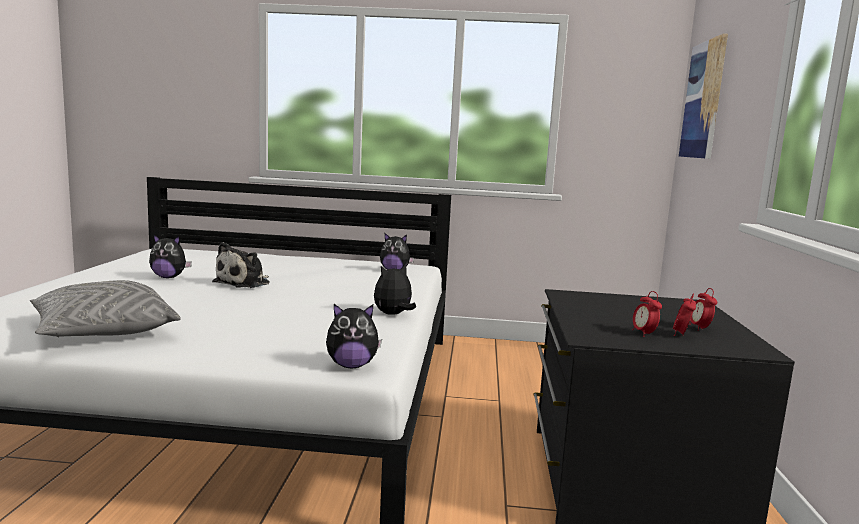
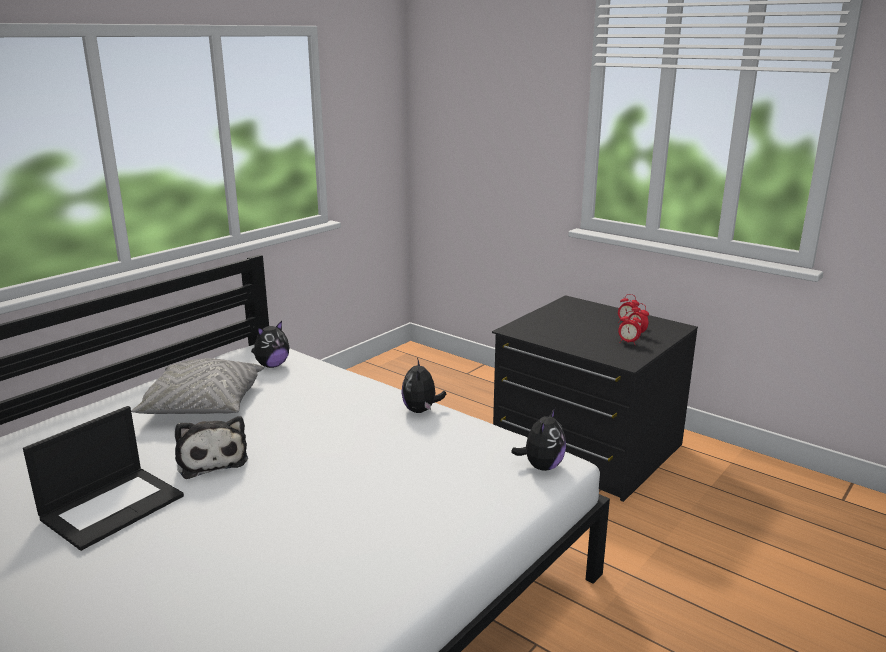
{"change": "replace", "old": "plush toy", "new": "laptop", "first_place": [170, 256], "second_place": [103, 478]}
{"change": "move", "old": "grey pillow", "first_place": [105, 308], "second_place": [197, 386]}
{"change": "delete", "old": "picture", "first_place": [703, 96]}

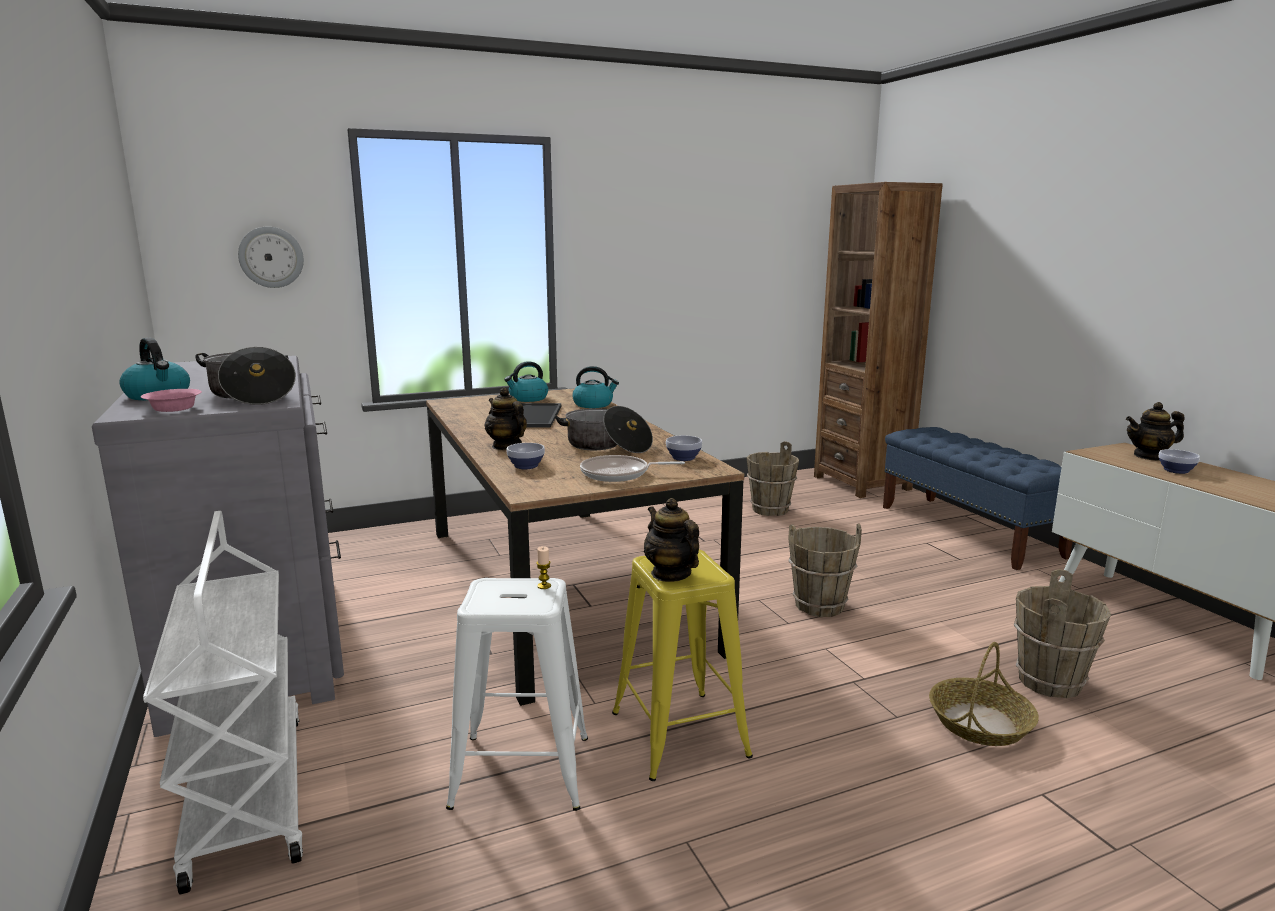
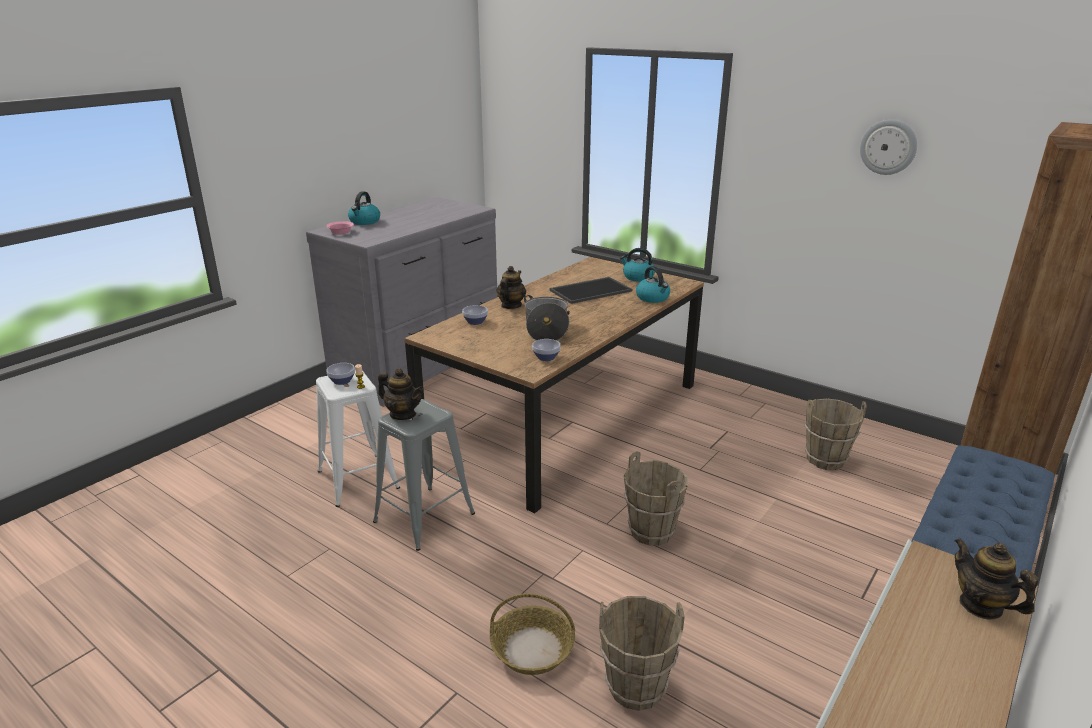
{"change": "move", "old": "bowl", "first_place": [1179, 461], "second_place": [340, 374]}
{"change": "recolor", "old": "yellow stool", "new": "grey stool", "first_place": [682, 665], "second_place": [424, 475]}
{"change": "rotate", "old": "teapot", "first_place": [671, 540], "second_place": [400, 394], "degrees": 90}
{"change": "move", "old": "wall clock", "first_place": [271, 257], "second_place": [888, 147]}
{"change": "delete", "old": "white cart", "first_place": [223, 703]}
{"change": "delete", "old": "cooking pot", "first_place": [245, 376]}
{"change": "delete", "old": "frying pan", "first_place": [632, 468]}

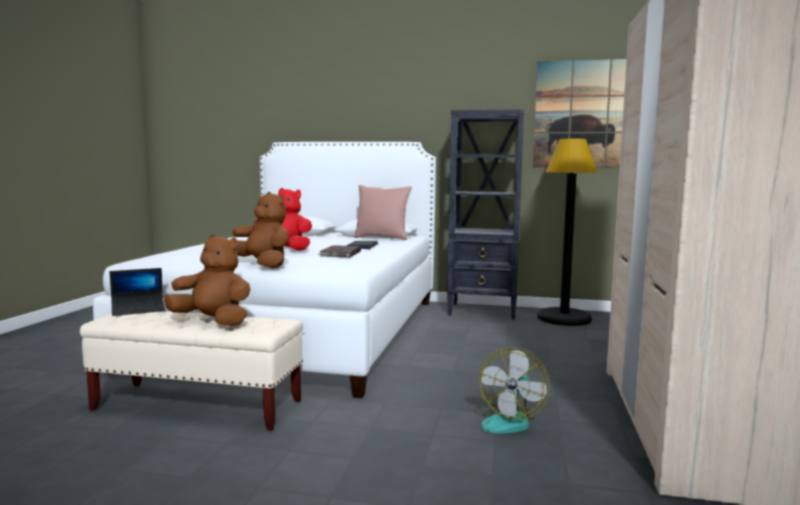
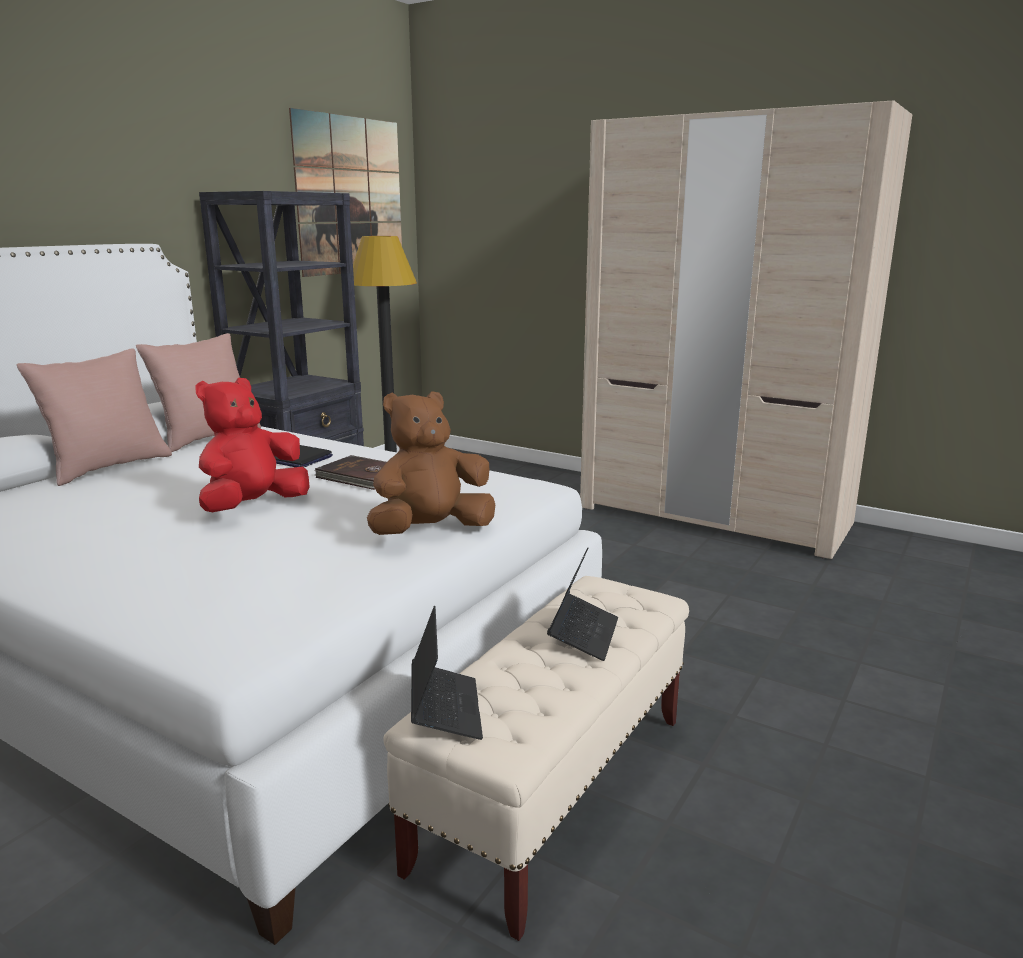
{"change": "insert", "new": "pink pillow", "second_place": [94, 417]}
{"change": "replace", "old": "brown plush toy", "new": "laptop", "first_place": [207, 280], "second_place": [582, 604]}
{"change": "delete", "old": "fan", "first_place": [512, 390]}

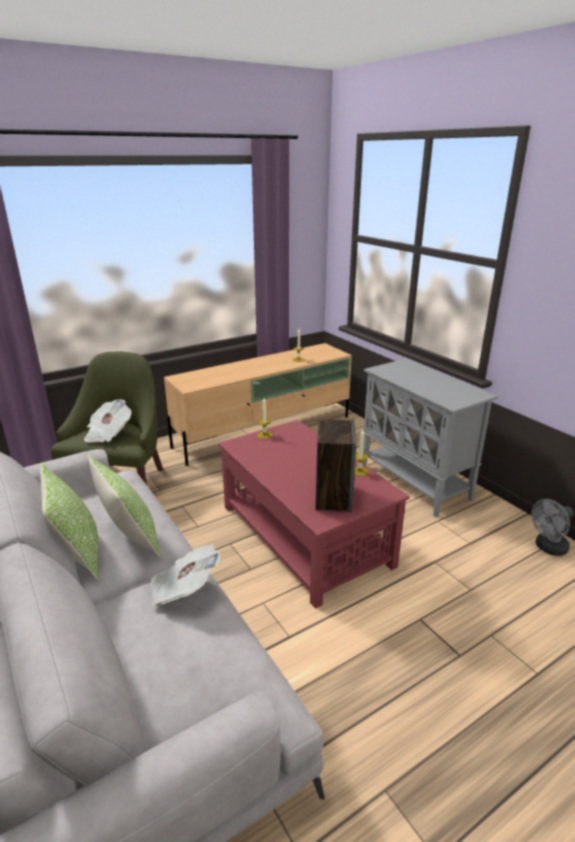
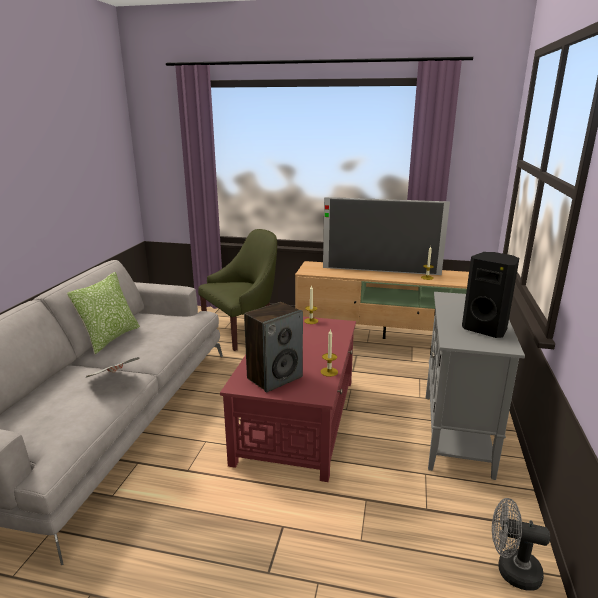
{"change": "insert", "new": "television", "second_place": [386, 236]}
{"change": "insert", "new": "black speaker", "second_place": [490, 295]}
{"change": "delete", "old": "newspaper", "first_place": [108, 421]}
{"change": "delete", "old": "pillow", "first_place": [124, 506]}

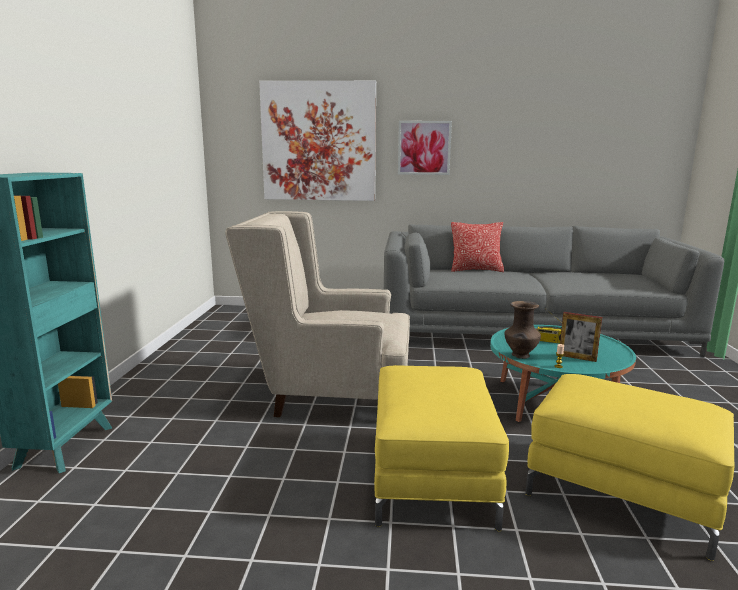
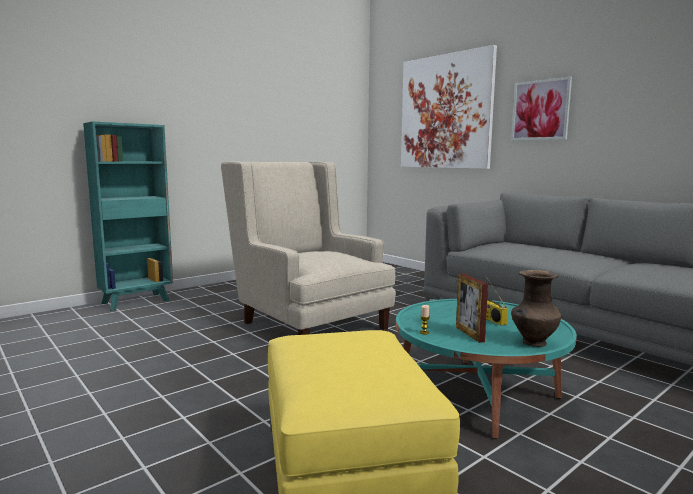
{"change": "move", "old": "brown vase", "first_place": [523, 330], "second_place": [536, 308]}
{"change": "delete", "old": "yellow ottoman", "first_place": [441, 448]}
{"change": "delete", "old": "pillow", "first_place": [477, 247]}

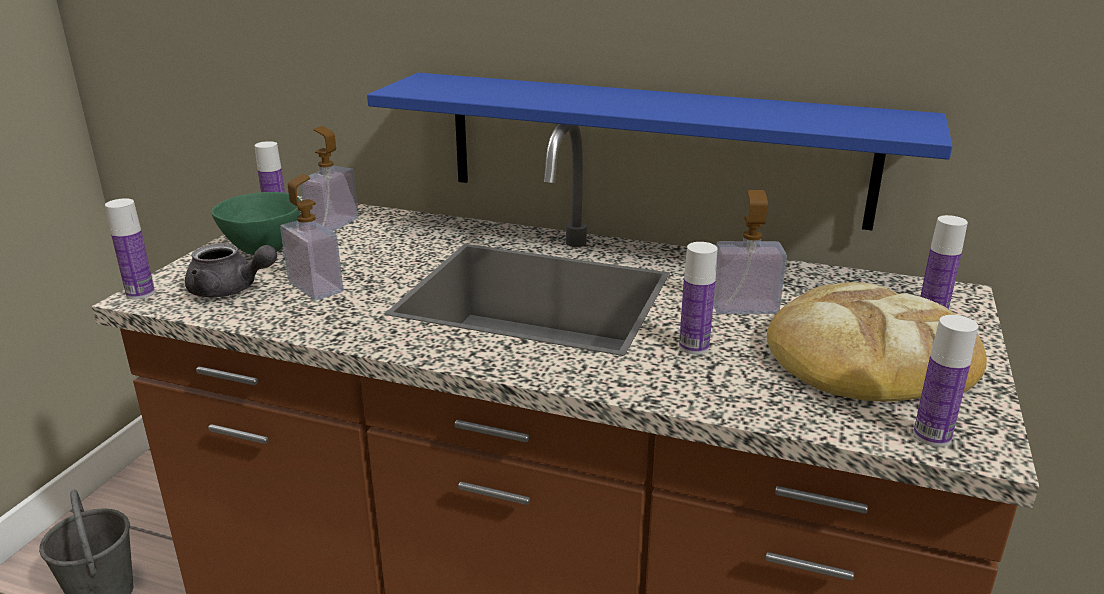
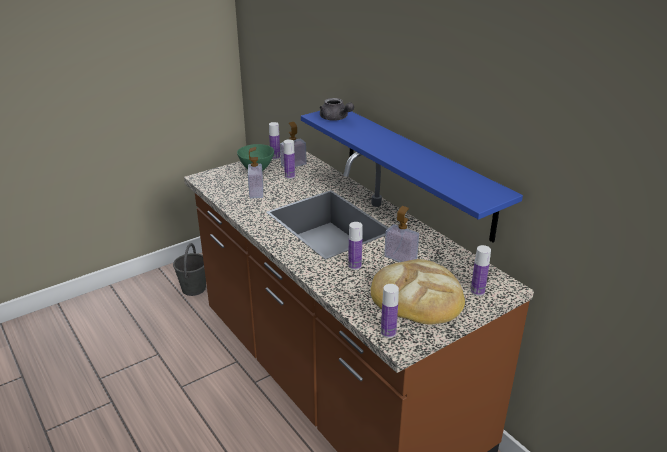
{"change": "move", "old": "bottle", "first_place": [130, 248], "second_place": [289, 159]}
{"change": "move", "old": "grey teapot", "first_place": [231, 270], "second_place": [336, 109]}

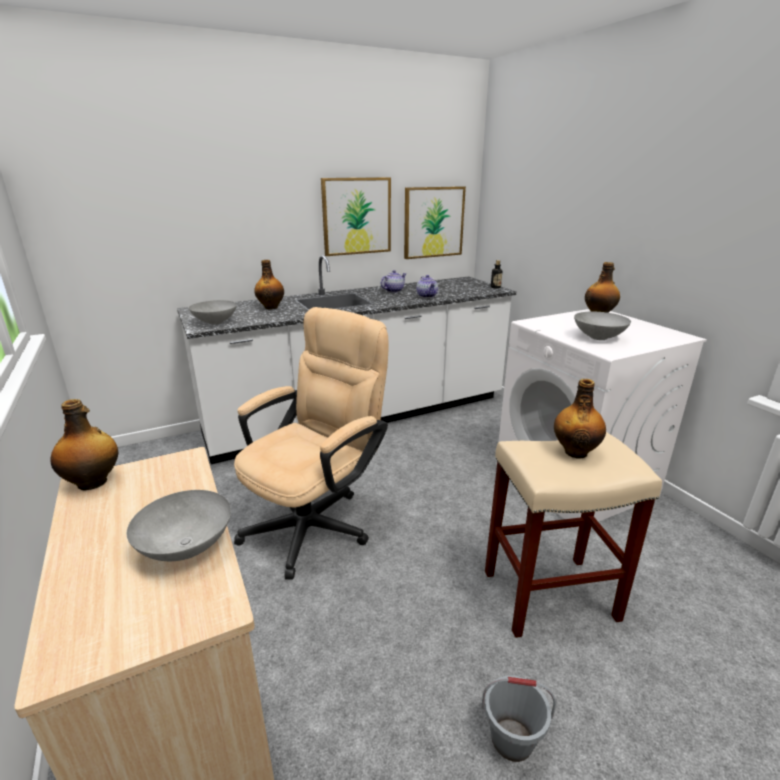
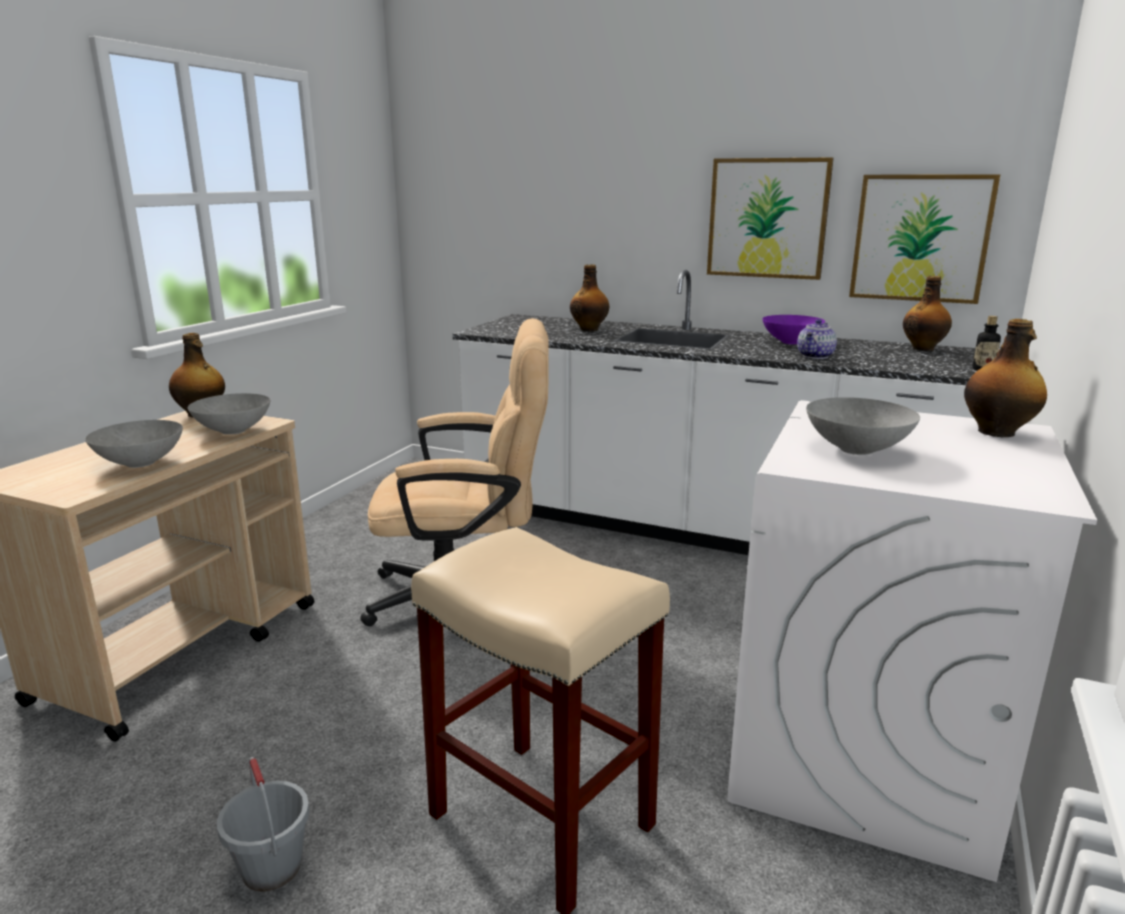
{"change": "move", "old": "grey bowl", "first_place": [213, 312], "second_place": [229, 414]}
{"change": "replace", "old": "teapot", "new": "purple bowl", "first_place": [393, 281], "second_place": [793, 329]}
{"change": "move", "old": "bottle", "first_place": [580, 419], "second_place": [927, 313]}

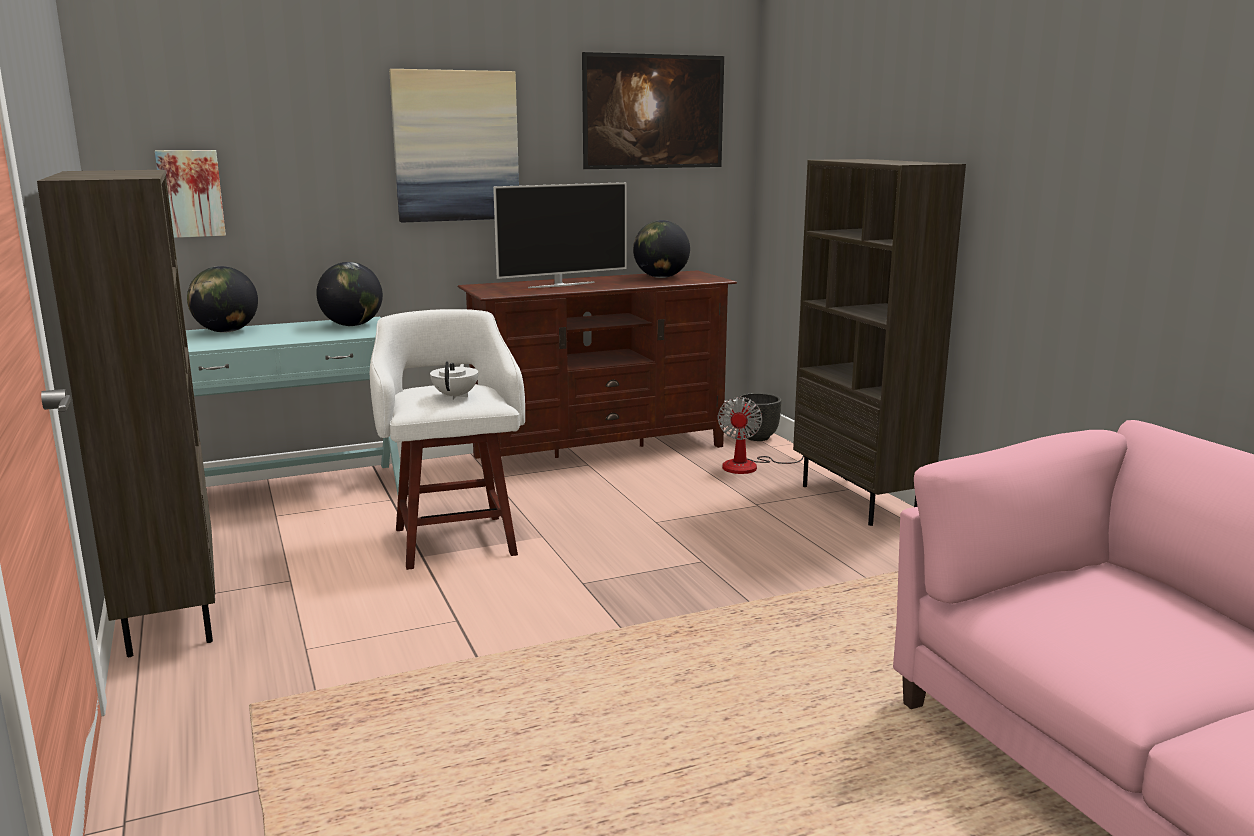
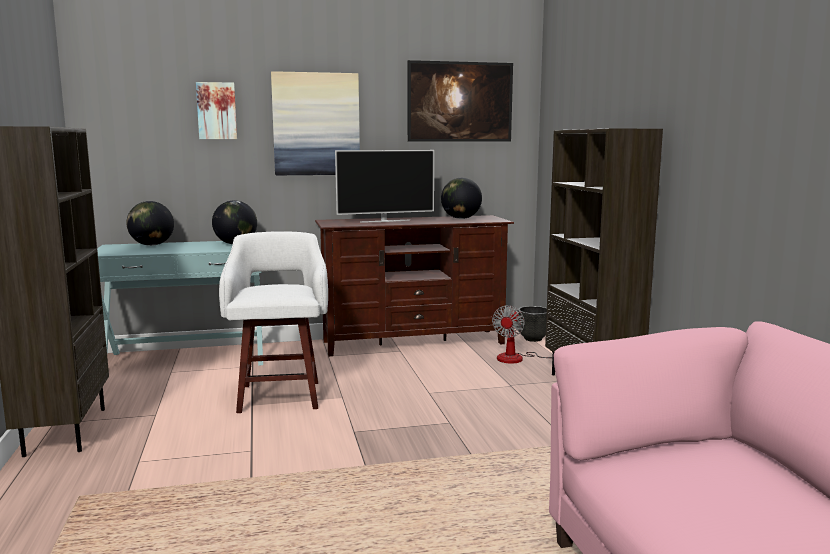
{"change": "move", "old": "picture", "first_place": [190, 194], "second_place": [216, 110]}
{"change": "delete", "old": "white teapot", "first_place": [454, 380]}

